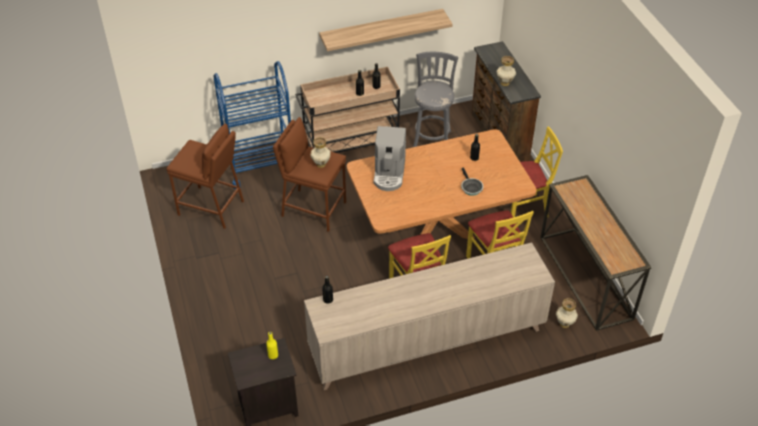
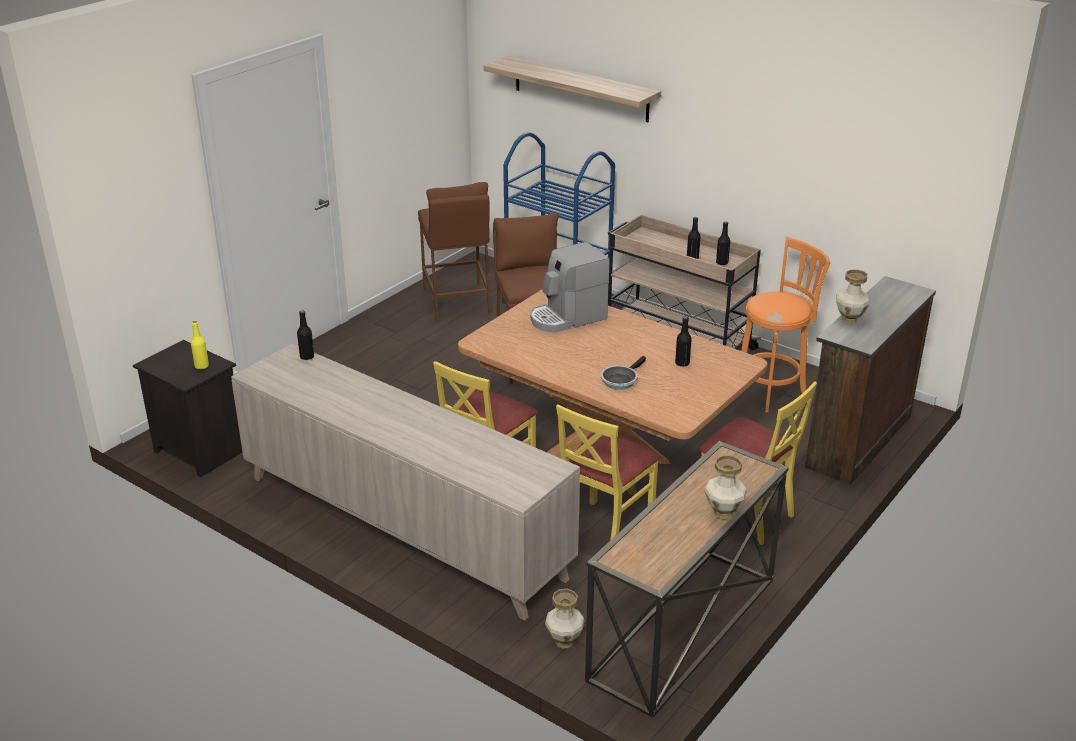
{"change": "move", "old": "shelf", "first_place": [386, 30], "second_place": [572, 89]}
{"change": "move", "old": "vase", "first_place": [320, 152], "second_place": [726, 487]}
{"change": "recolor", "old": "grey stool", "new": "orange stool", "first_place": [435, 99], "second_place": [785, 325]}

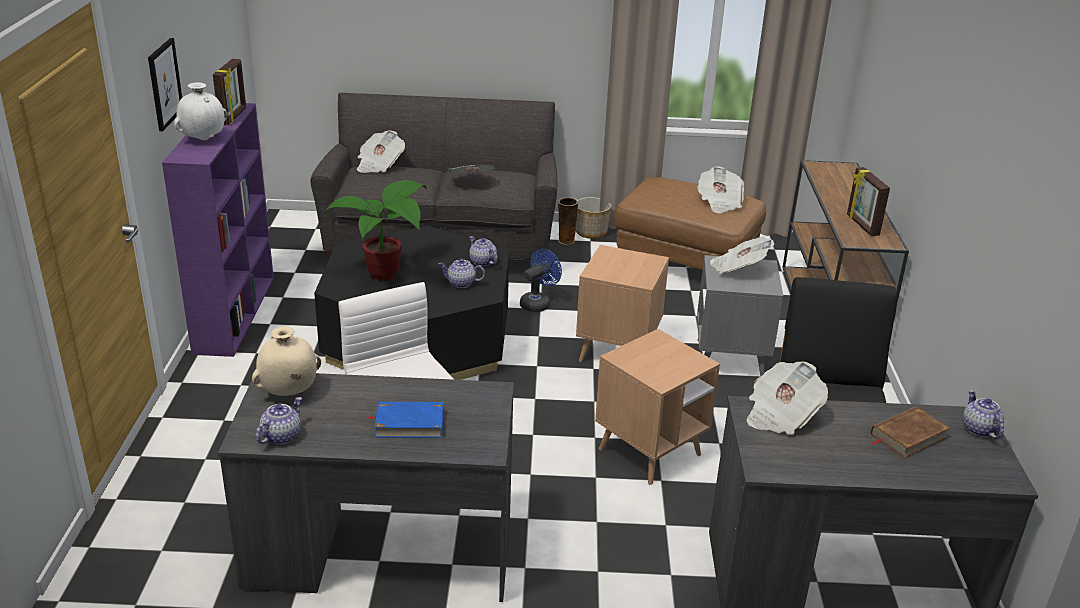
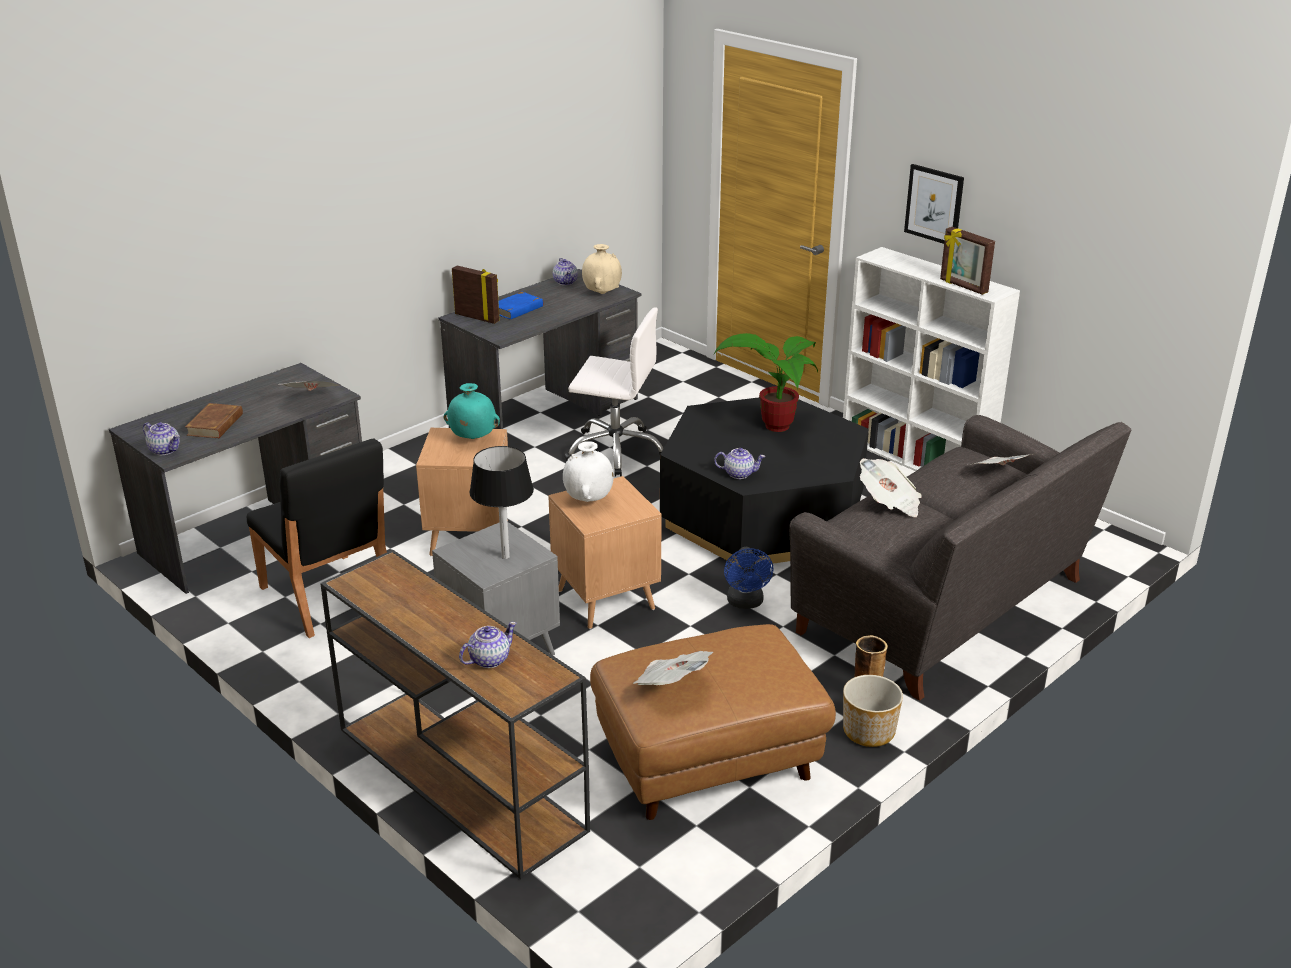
{"change": "insert", "new": "turquoise vase", "second_place": [472, 411]}
{"change": "move", "old": "picture frame", "first_place": [868, 201], "second_place": [476, 295]}
{"change": "move", "old": "teapot", "first_place": [461, 273], "second_place": [488, 645]}
{"change": "replace", "old": "newspaper", "new": "black table lamp", "first_place": [742, 255], "second_place": [501, 502]}
{"change": "move", "old": "white vase", "first_place": [201, 111], "second_place": [588, 471]}
{"change": "recolor", "old": "purple bookcase", "new": "white bookcase", "first_place": [218, 230], "second_place": [931, 359]}

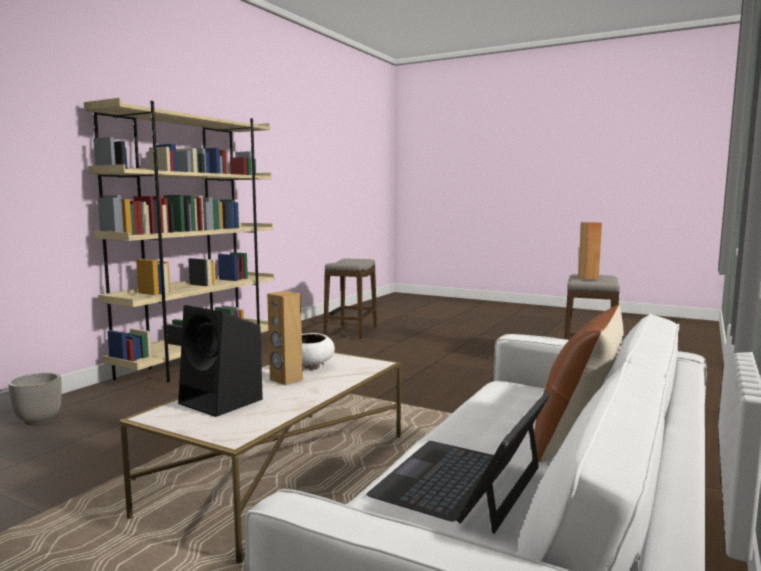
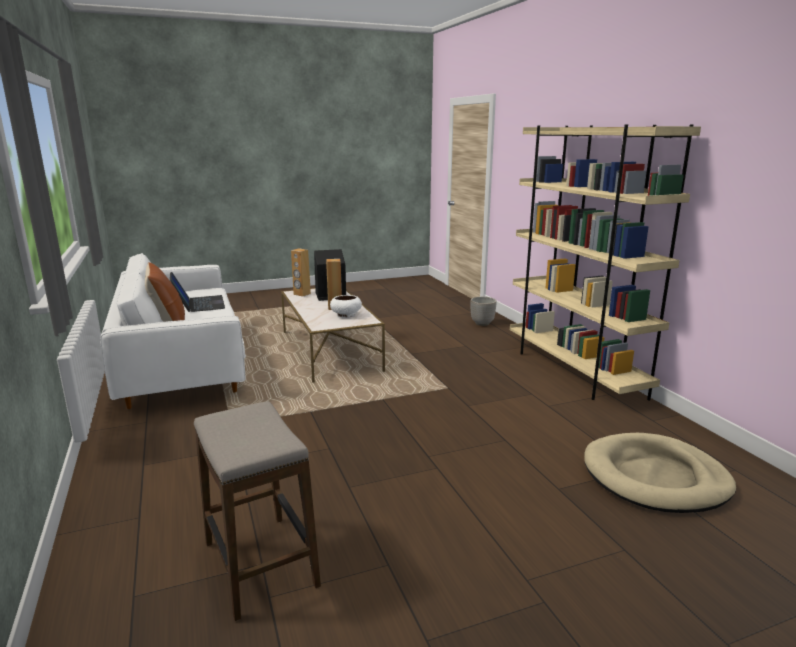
{"change": "move", "old": "brown speaker", "first_place": [590, 251], "second_place": [301, 272]}
{"change": "replace", "old": "stool", "new": "beige dog bed", "first_place": [350, 299], "second_place": [660, 473]}

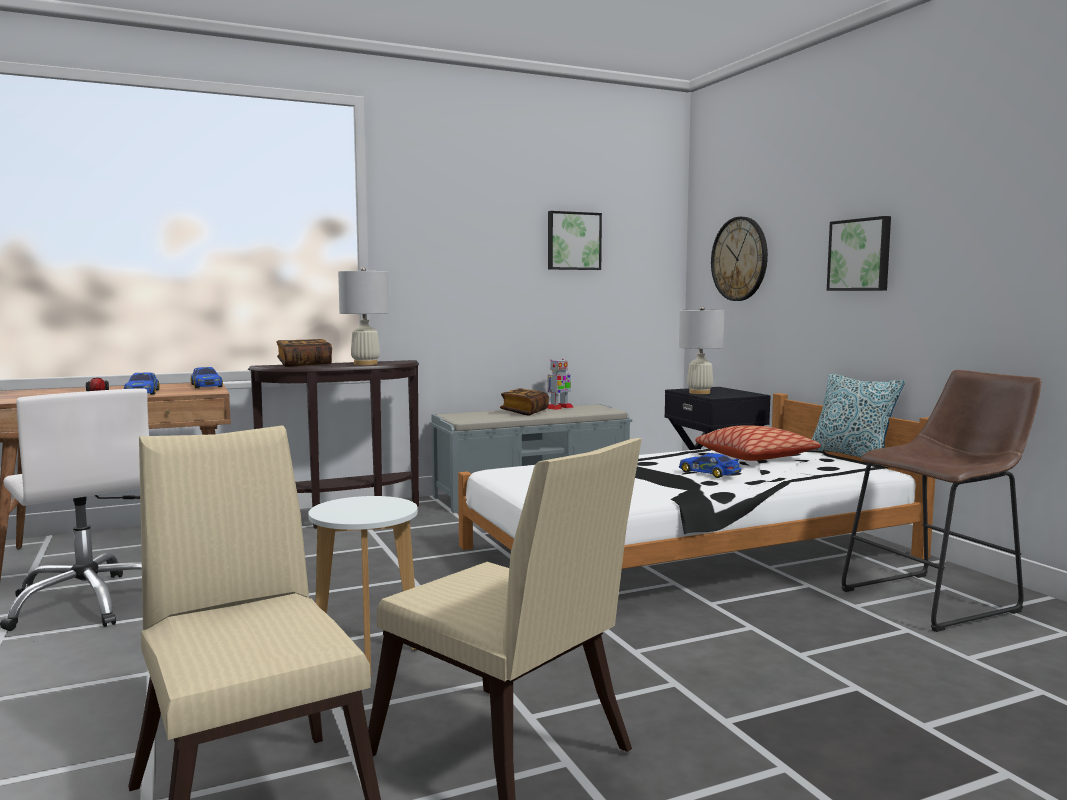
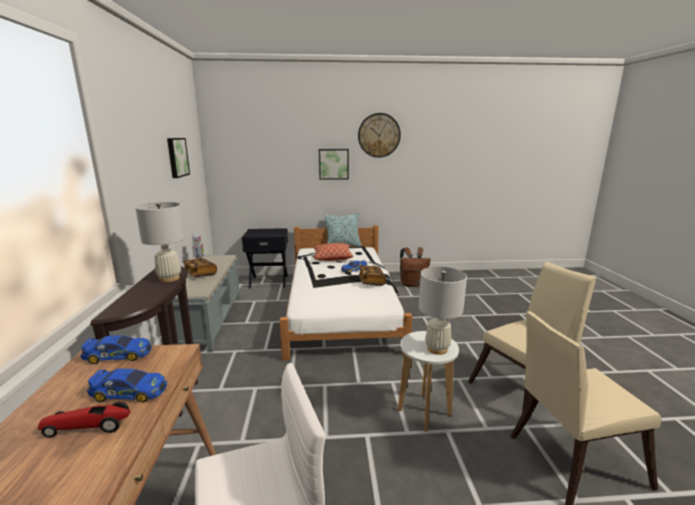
{"change": "move", "old": "wall clock", "first_place": [739, 259], "second_place": [379, 135]}
{"change": "move", "old": "book", "first_place": [304, 353], "second_place": [372, 276]}
{"change": "replace", "old": "brown stool", "new": "brown backpack", "first_place": [941, 501], "second_place": [415, 267]}
{"change": "move", "old": "white table lamp", "first_place": [701, 350], "second_place": [443, 311]}

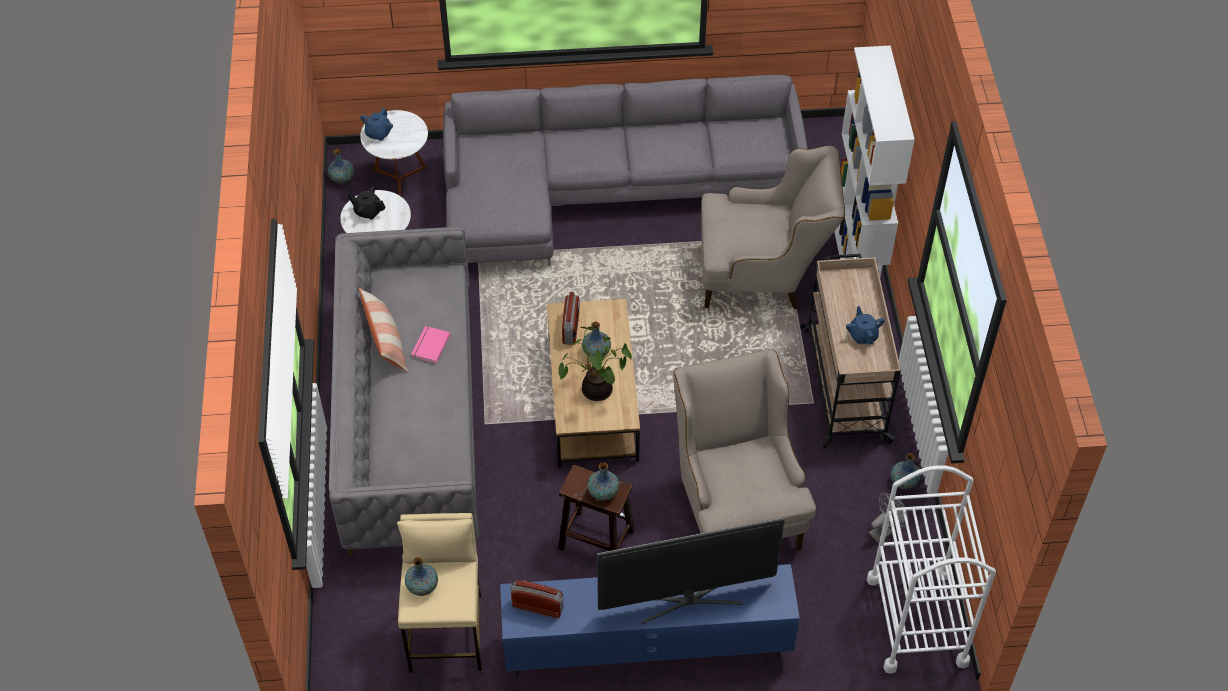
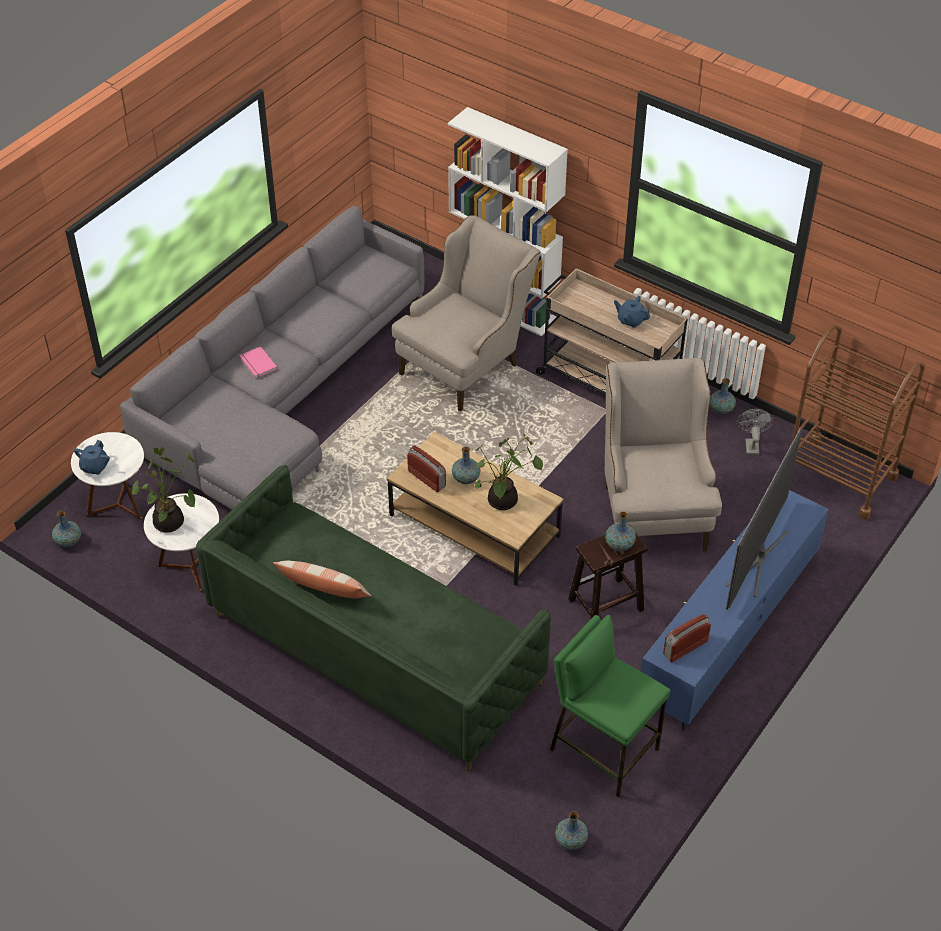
{"change": "rotate", "old": "blue teapot", "first_place": [376, 124], "second_place": [92, 457], "degrees": 45}
{"change": "replace", "old": "black teapot", "new": "potted plant", "first_place": [366, 203], "second_place": [163, 490]}
{"change": "recolor", "old": "grey sofa", "new": "green sofa", "first_place": [404, 392], "second_place": [373, 618]}
{"change": "move", "old": "pink book", "first_place": [430, 344], "second_place": [258, 362]}
{"change": "recolor", "old": "beige stool", "new": "green stool", "first_place": [439, 593], "second_place": [610, 706]}
{"change": "move", "old": "vase", "first_place": [421, 576], "second_place": [571, 830]}
{"change": "rotate", "old": "beige armchair", "first_place": [744, 449], "second_place": [663, 455], "degrees": 60}
{"change": "recolor", "old": "white cart", "new": "brown cart", "first_place": [931, 569], "second_place": [858, 422]}

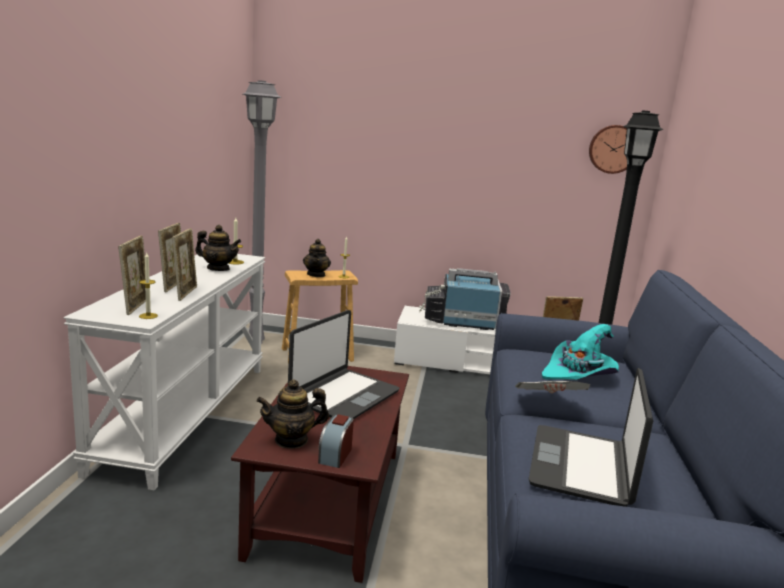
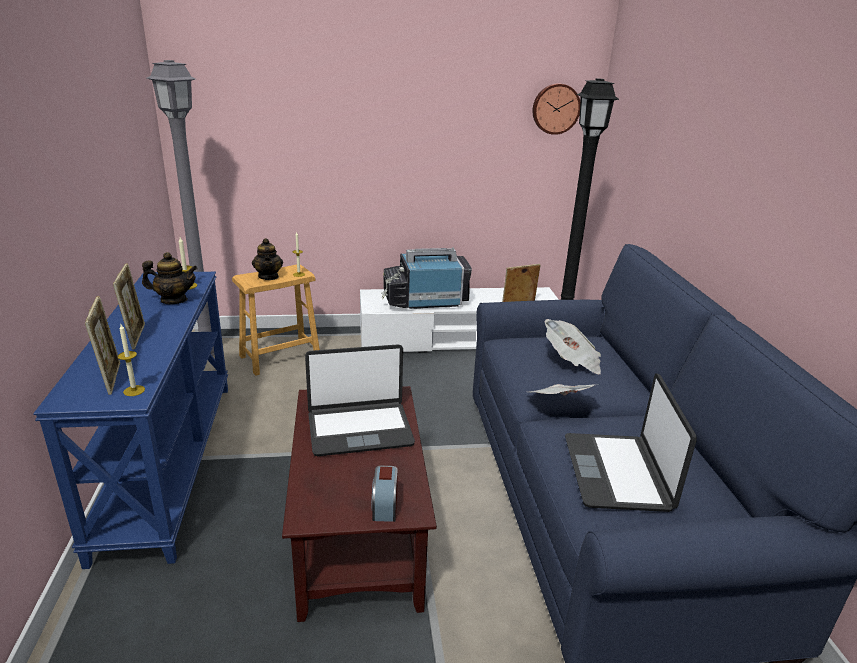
{"change": "recolor", "old": "white console table", "new": "blue console table", "first_place": [164, 372], "second_place": [130, 420]}
{"change": "rotate", "old": "laptop", "first_place": [343, 364], "second_place": [360, 400], "degrees": 60}
{"change": "replace", "old": "turquoise hat", "new": "newspaper", "first_place": [580, 352], "second_place": [573, 346]}
{"change": "delete", "old": "picture frame", "first_place": [184, 264]}
{"change": "delete", "old": "teapot", "first_place": [293, 414]}

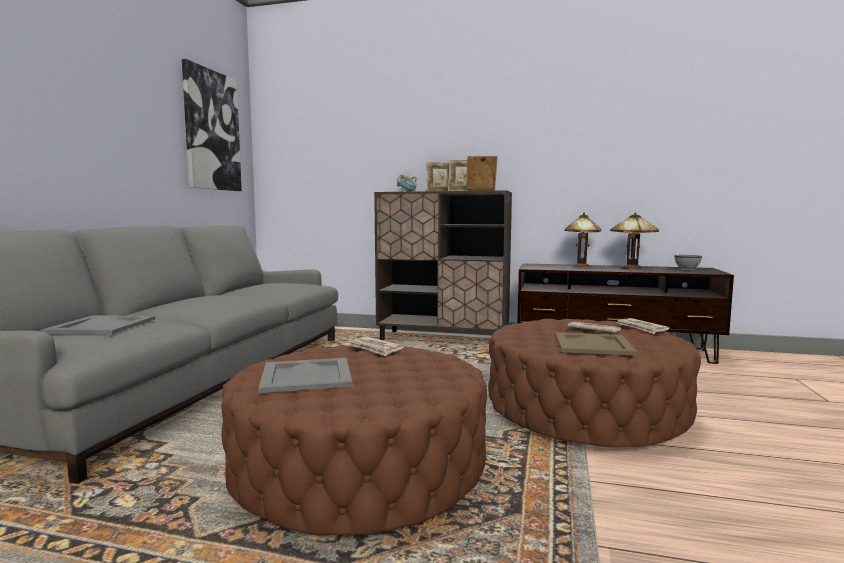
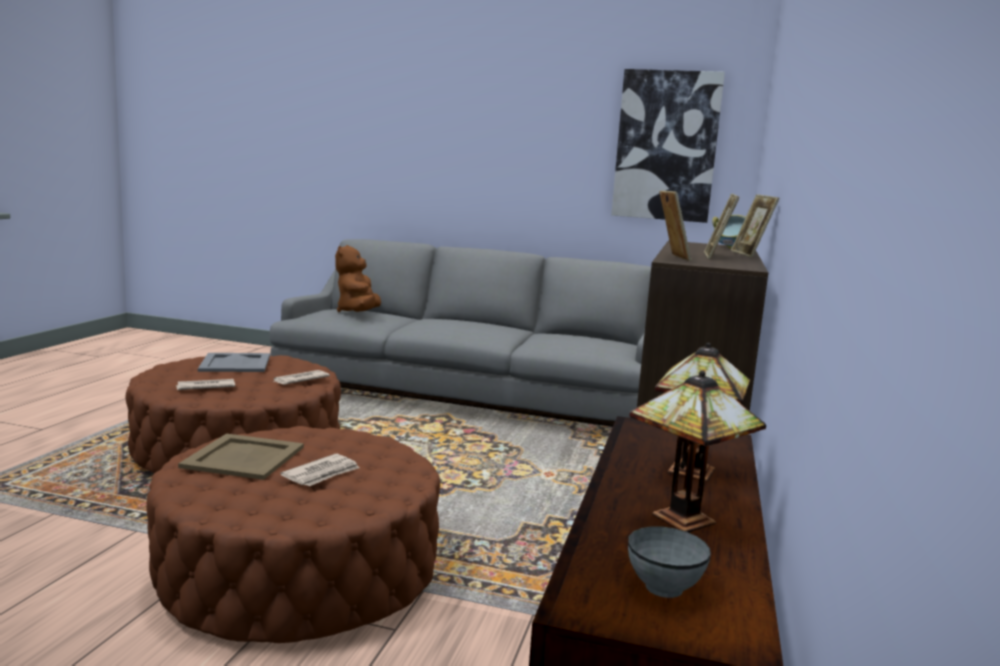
{"change": "move", "old": "newspaper", "first_place": [643, 326], "second_place": [205, 384]}
{"change": "replace", "old": "grey tray", "new": "brown plush toy", "first_place": [98, 325], "second_place": [358, 278]}

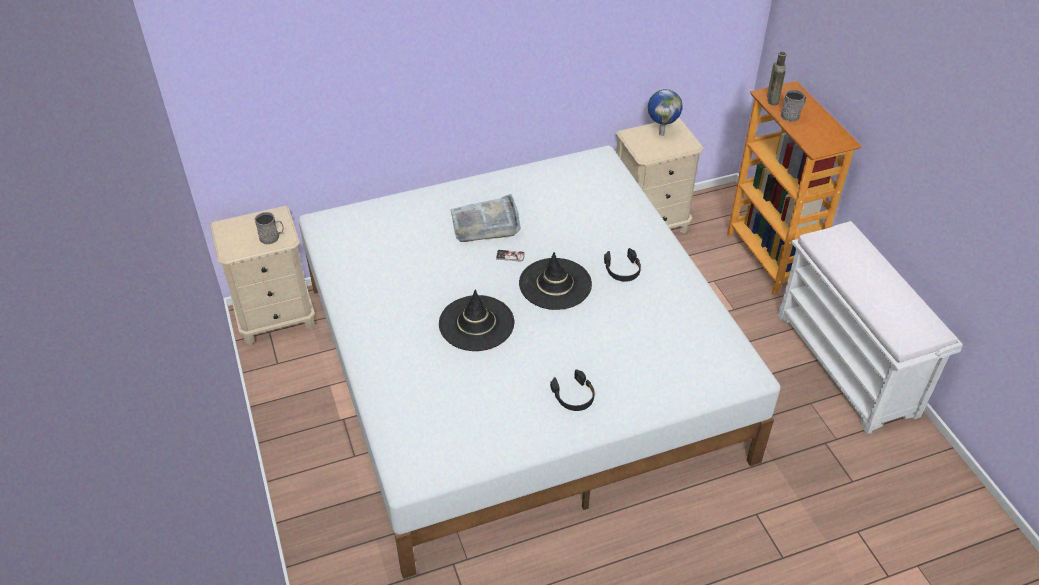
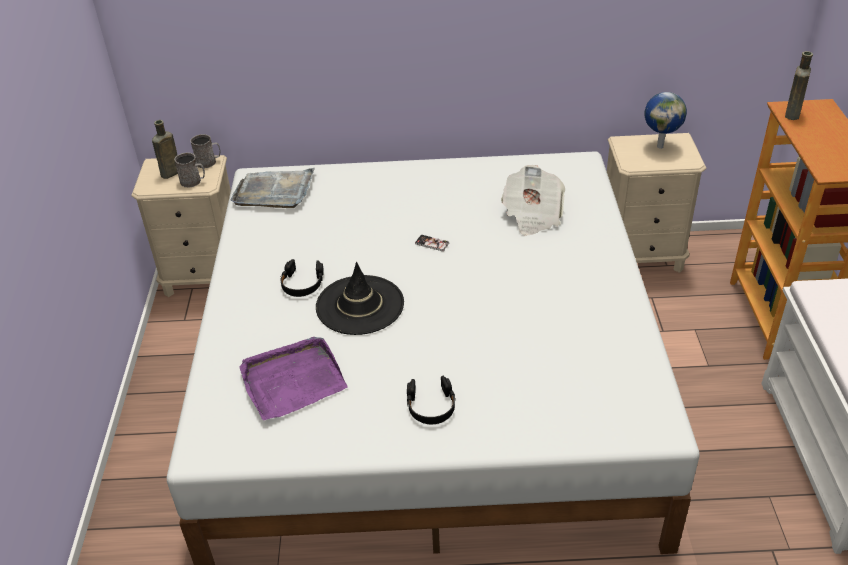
{"change": "insert", "new": "brown bottle", "second_place": [165, 149]}
{"change": "move", "old": "grey mug", "first_place": [793, 105], "second_place": [205, 151]}
{"change": "move", "old": "grey tray", "first_place": [486, 218], "second_place": [273, 188]}
{"change": "insert", "new": "purple tray", "second_place": [293, 378]}
{"change": "move", "old": "black headphones", "first_place": [622, 265], "second_place": [302, 278]}
{"change": "insert", "new": "newspaper", "second_place": [533, 200]}
{"change": "delete", "old": "black hat", "first_place": [555, 281]}

